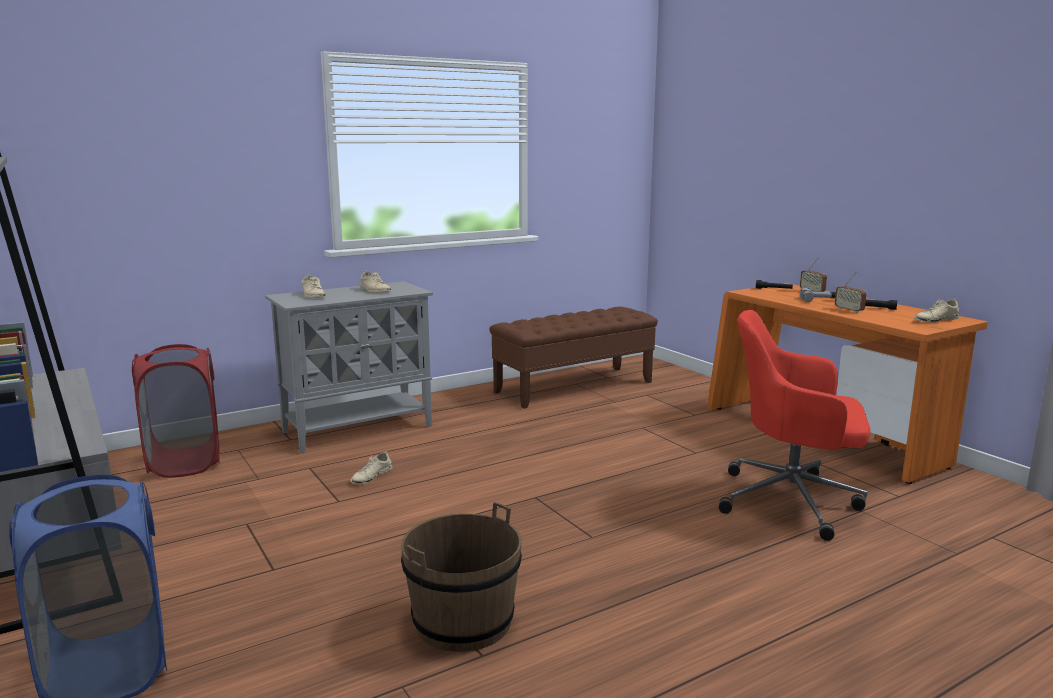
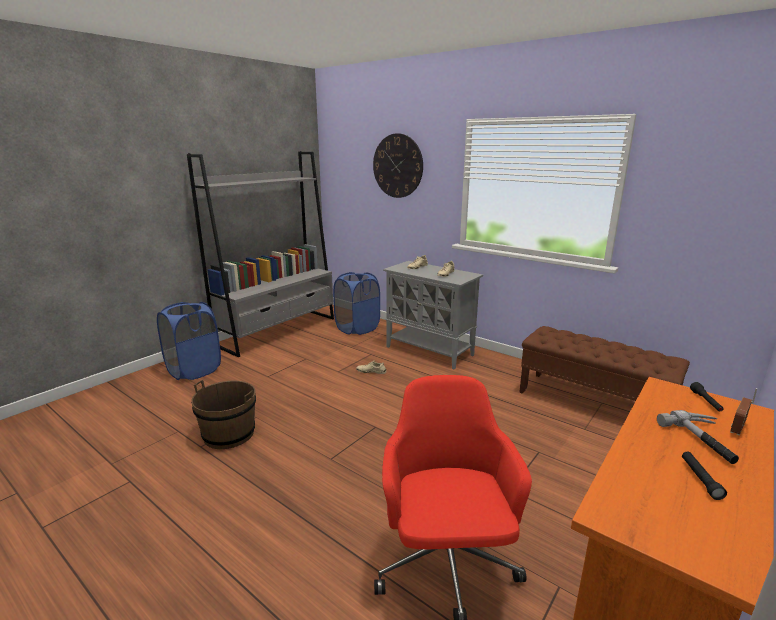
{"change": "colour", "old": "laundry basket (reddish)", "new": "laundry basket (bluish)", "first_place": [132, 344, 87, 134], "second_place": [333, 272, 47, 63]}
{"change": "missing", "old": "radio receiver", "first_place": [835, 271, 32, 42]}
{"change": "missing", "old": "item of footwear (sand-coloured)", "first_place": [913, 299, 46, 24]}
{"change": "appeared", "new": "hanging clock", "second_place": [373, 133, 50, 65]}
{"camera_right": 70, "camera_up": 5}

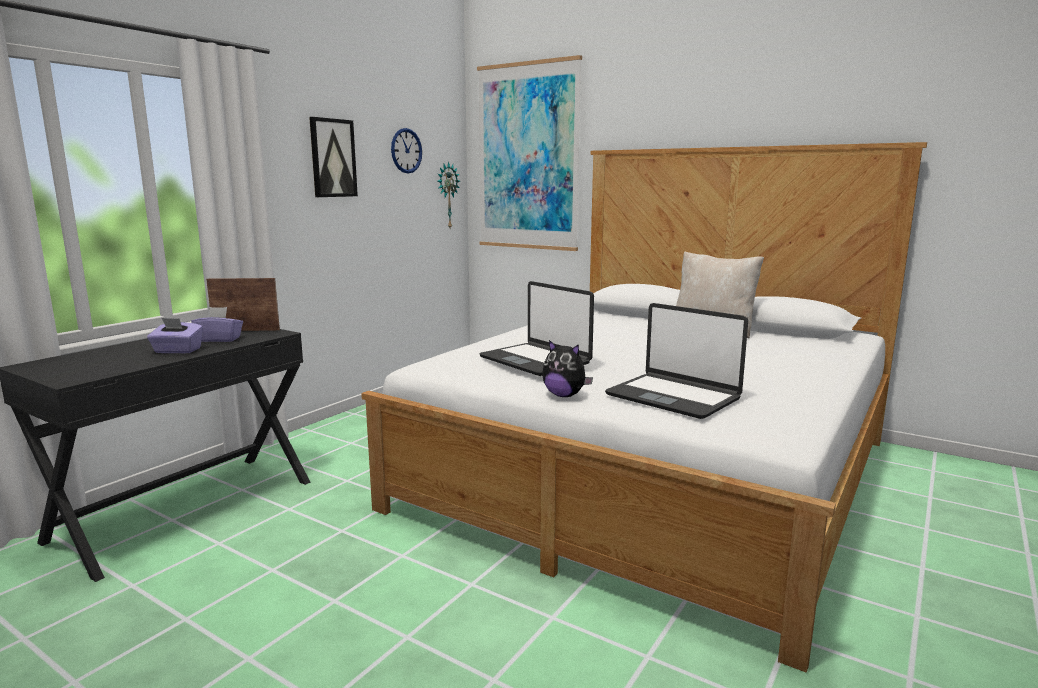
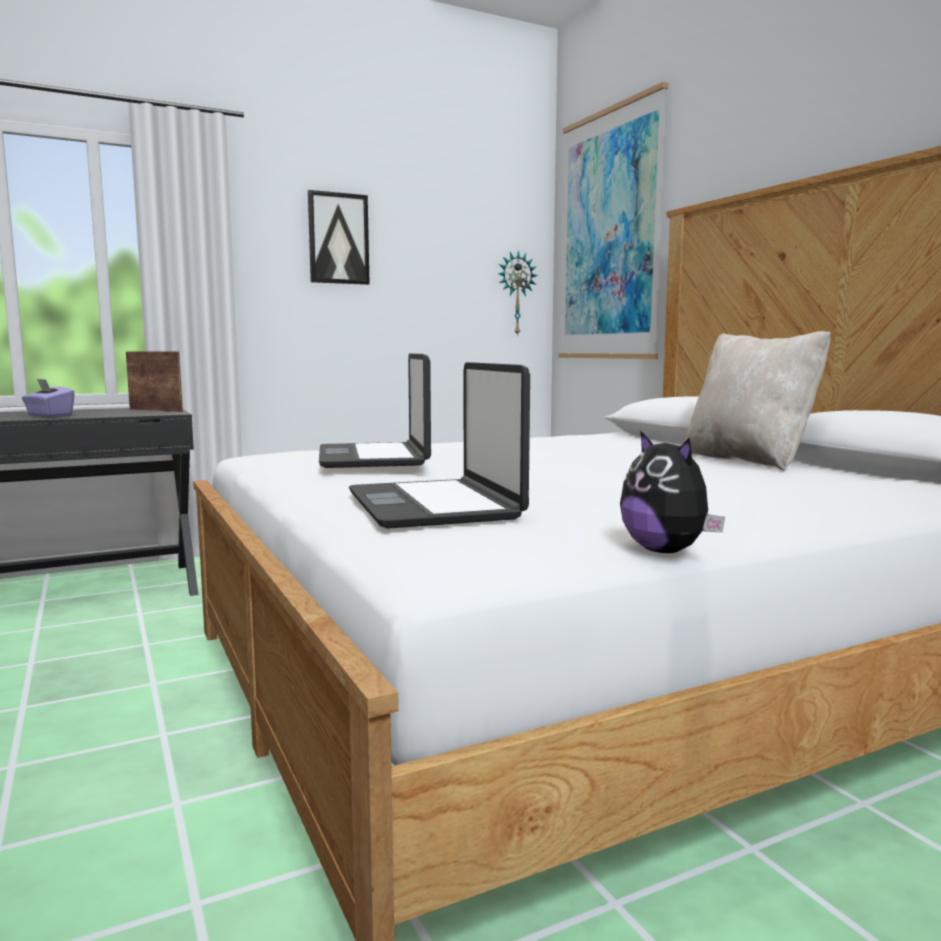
{"change": "missing", "old": "tissue box (purplish)", "first_place": [191, 307, 52, 35]}
{"change": "missing", "old": "hanging clock", "first_place": [391, 128, 31, 45]}
{"change": "relocated", "old": "cuddly toy", "first_place": [542, 340, 51, 57], "second_place": [620, 431, 105, 122]}
{"camera_right": 30, "camera_up": -5}

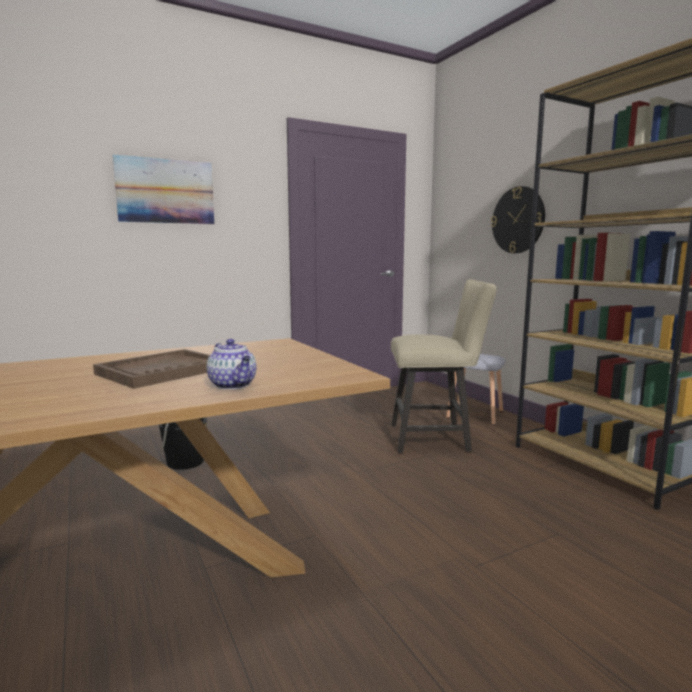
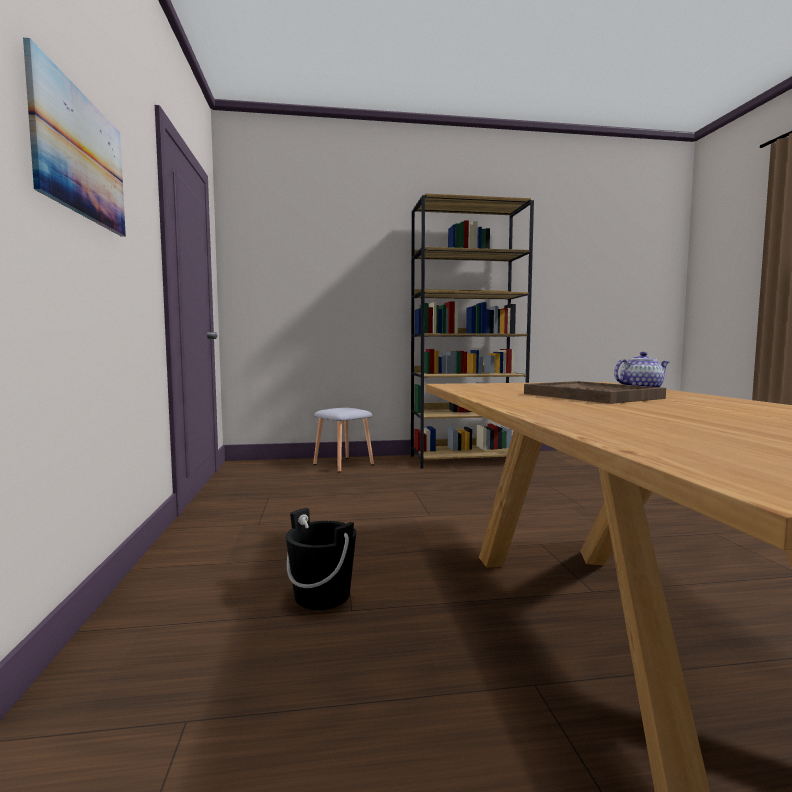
{"change": "missing", "old": "plain chair (sand-coloured)", "first_place": [391, 279, 106, 175]}
{"change": "missing", "old": "hanging clock", "first_place": [491, 186, 54, 67]}
{"camera_right": -70, "camera_up": -5}

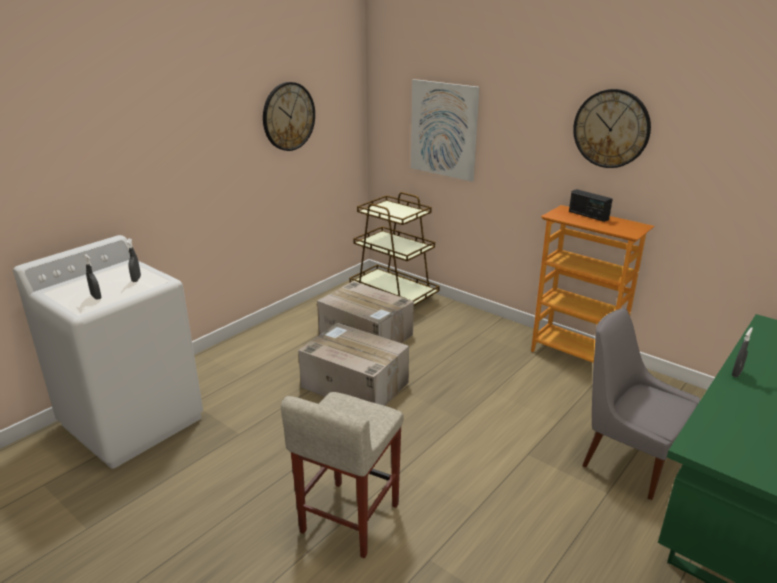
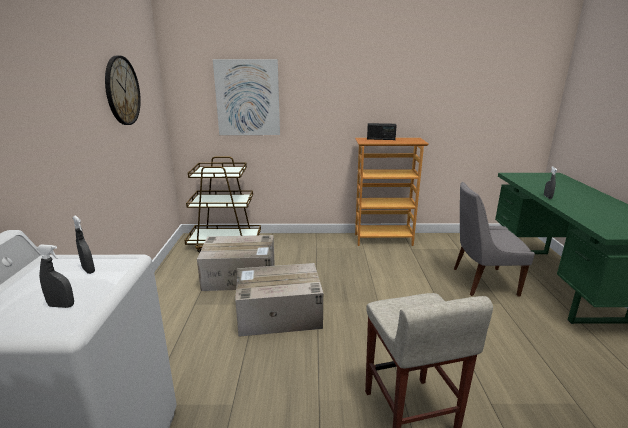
{"change": "missing", "old": "hanging clock", "first_place": [573, 89, 78, 79]}
{"camera_right": -40, "camera_up": -5}

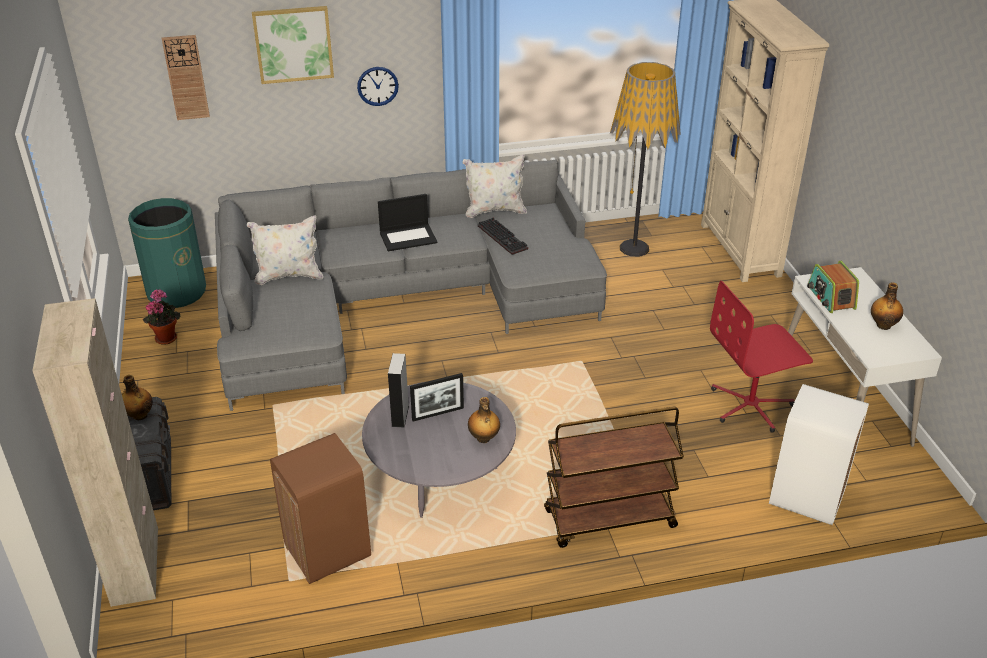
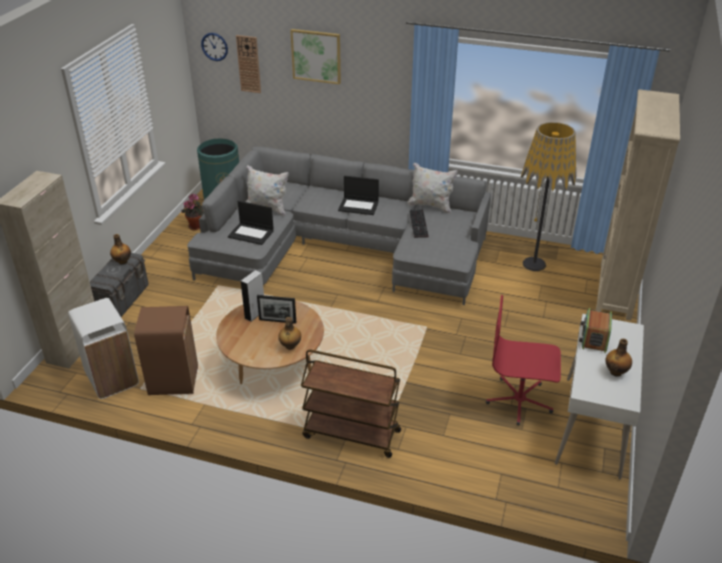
{"change": "relocated", "old": "hanging clock", "first_place": [357, 67, 42, 39], "second_place": [201, 33, 27, 28]}
{"change": "colour", "old": "lounge table (greyish)", "new": "lounge table (brown-coloured)", "first_place": [362, 382, 154, 136], "second_place": [216, 301, 108, 83]}
{"change": "relocated", "old": "trash can (white)", "first_place": [769, 384, 100, 141], "second_place": [68, 298, 71, 101]}
{"change": "appeared", "new": "notebook computer", "second_place": [228, 201, 46, 44]}
{"camera_right": 30, "camera_up": 0}

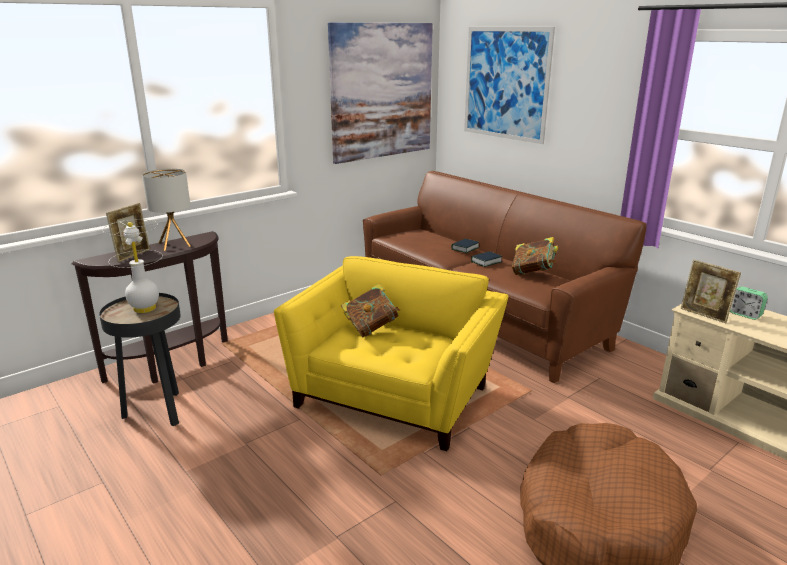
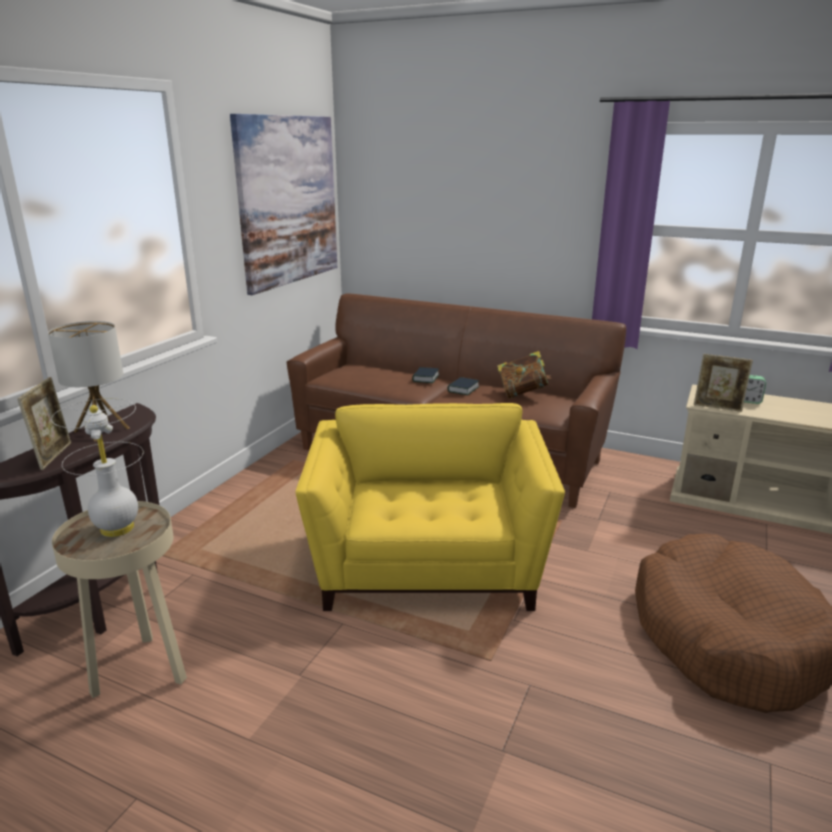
{"change": "colour", "old": "end table (blackish)", "new": "end table (sand-coloured)", "first_place": [99, 293, 82, 133], "second_place": [52, 501, 135, 197]}
{"change": "missing", "old": "volume", "first_place": [341, 283, 59, 55]}
{"change": "missing", "old": "wall picture", "first_place": [464, 27, 91, 117]}
{"camera_right": -25, "camera_up": 0}

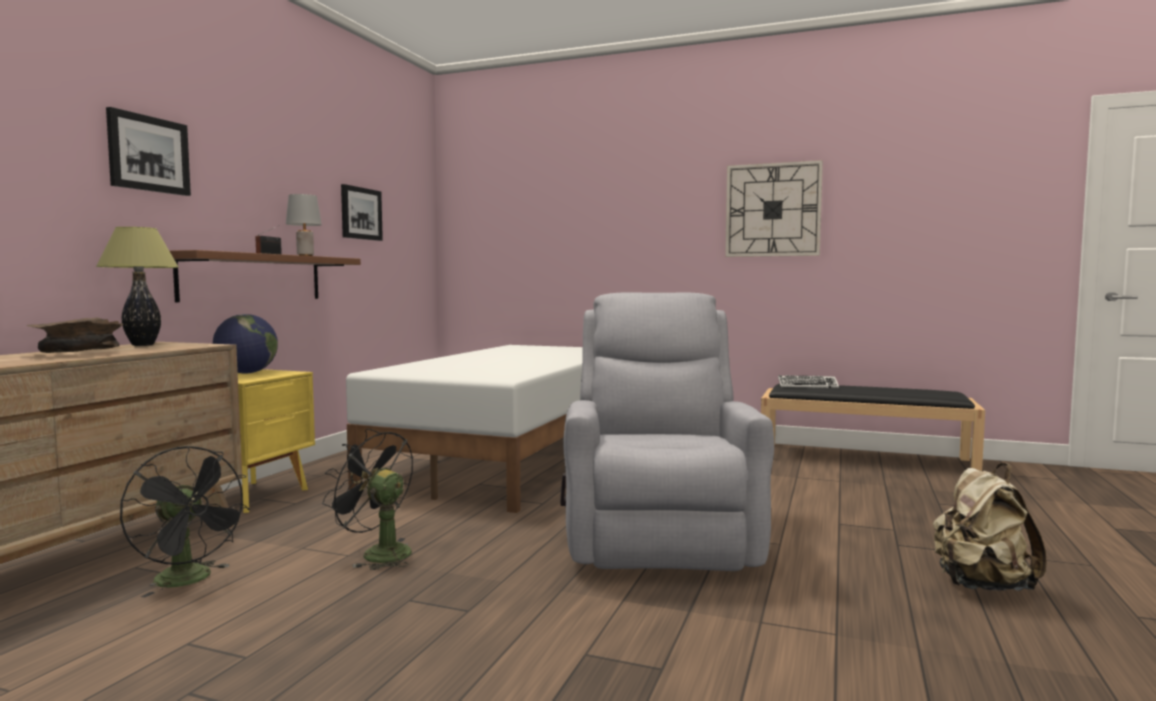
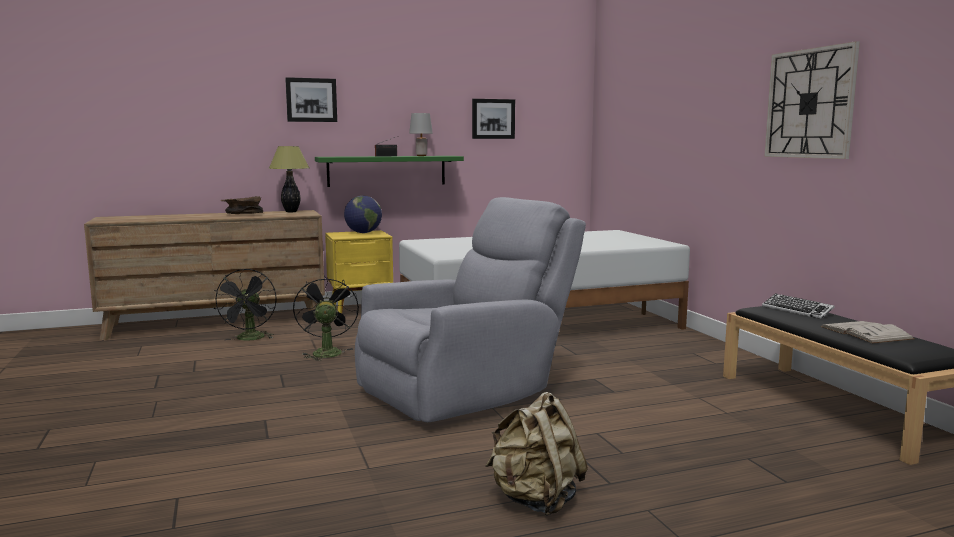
{"change": "colour", "old": "shelf (brown-coloured)", "new": "shelf (green-coloured)", "first_place": [170, 250, 191, 52], "second_place": [315, 156, 149, 31]}
{"change": "appeared", "new": "volume (white)", "second_place": [820, 321, 95, 23]}
{"camera_right": 50, "camera_up": 5}

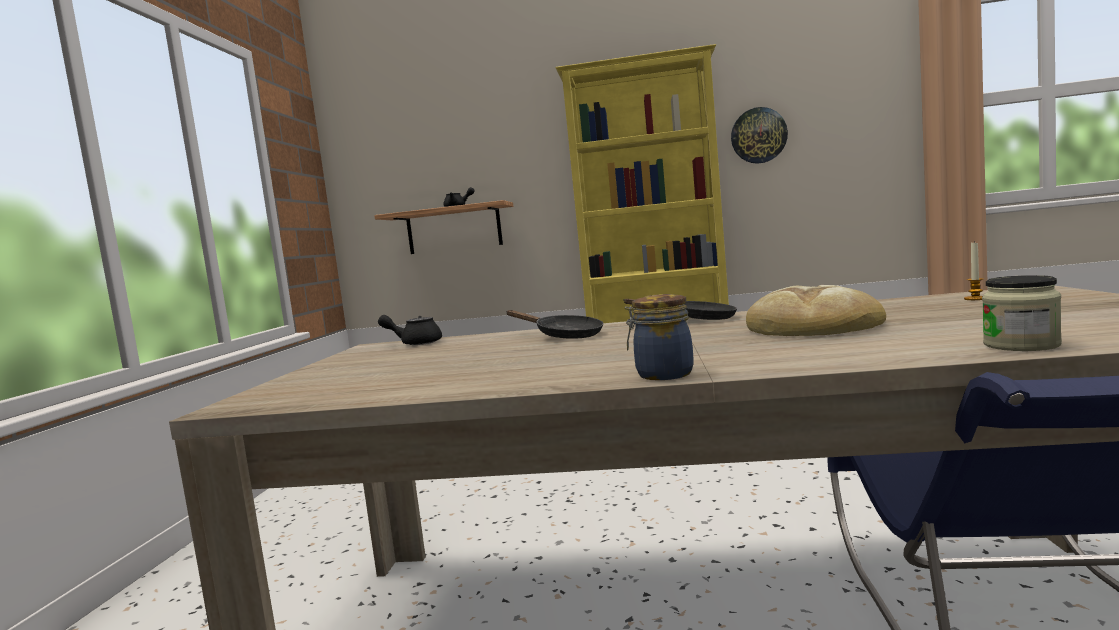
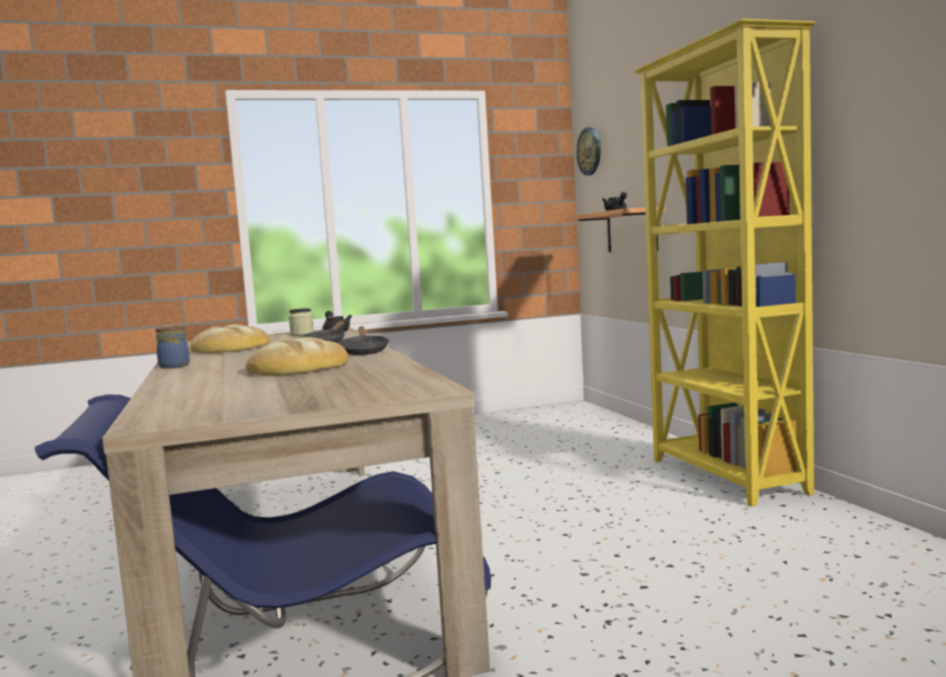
{"change": "relocated", "old": "hanging clock", "first_place": [731, 107, 57, 57], "second_place": [577, 128, 24, 47]}
{"change": "missing", "old": "wax candle", "first_place": [964, 242, 19, 58]}
{"change": "relocated", "old": "storage jar", "first_place": [982, 275, 80, 76], "second_place": [289, 308, 25, 27]}
{"change": "appeared", "new": "bread", "second_place": [190, 324, 80, 29]}
{"camera_right": 65, "camera_up": 0}

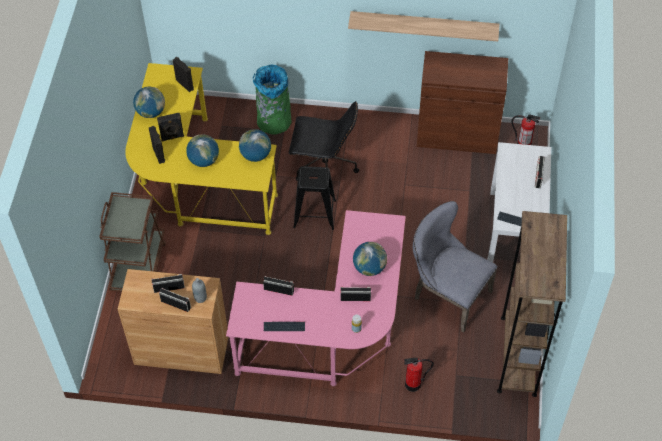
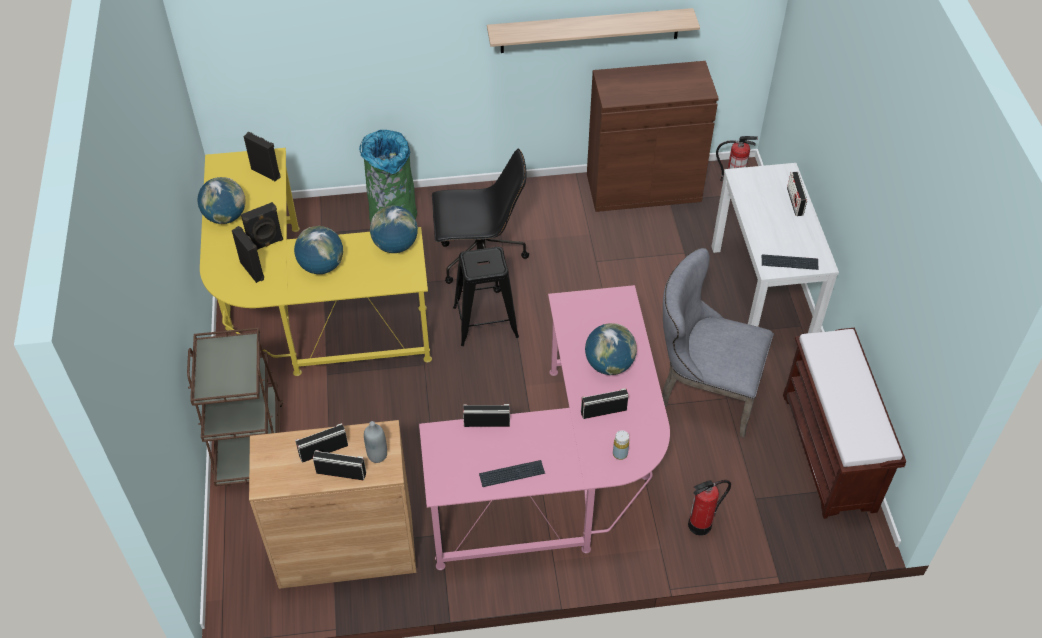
{"change": "exchanged", "old": "bookcase (brown-coloured)", "new": "bench (brown-coloured)", "first_place": [497, 211, 70, 186], "second_place": [783, 328, 123, 191]}
{"camera_right": -15, "camera_up": -5}

